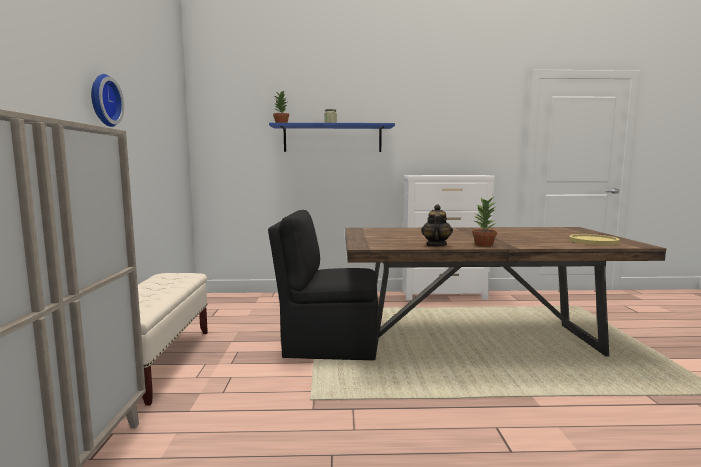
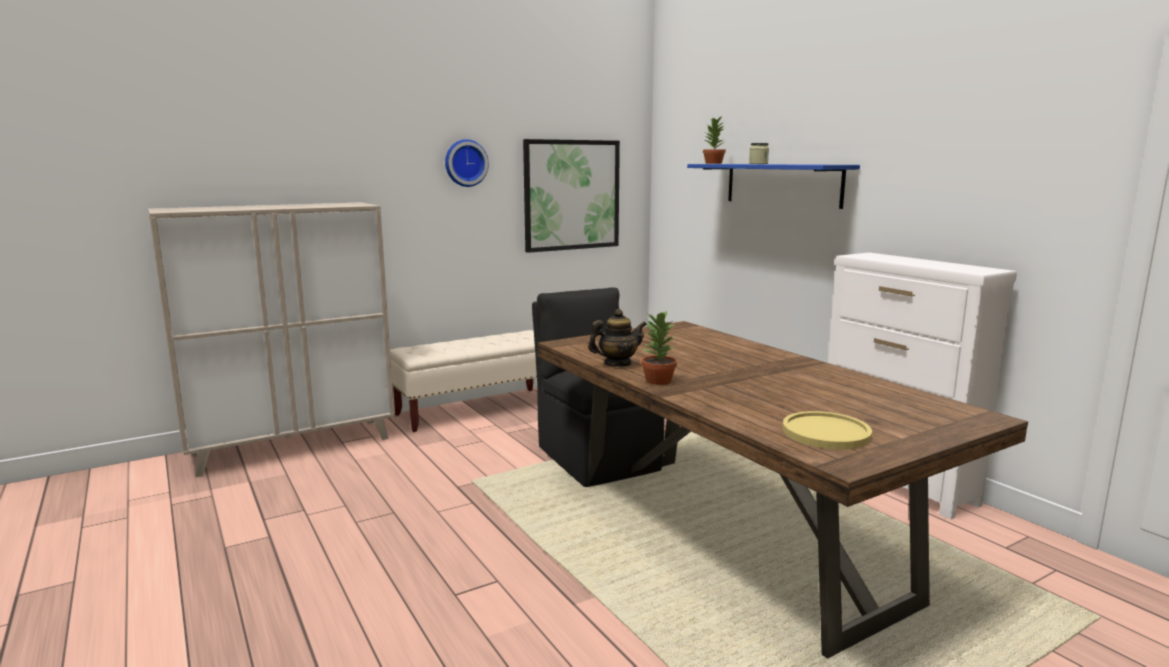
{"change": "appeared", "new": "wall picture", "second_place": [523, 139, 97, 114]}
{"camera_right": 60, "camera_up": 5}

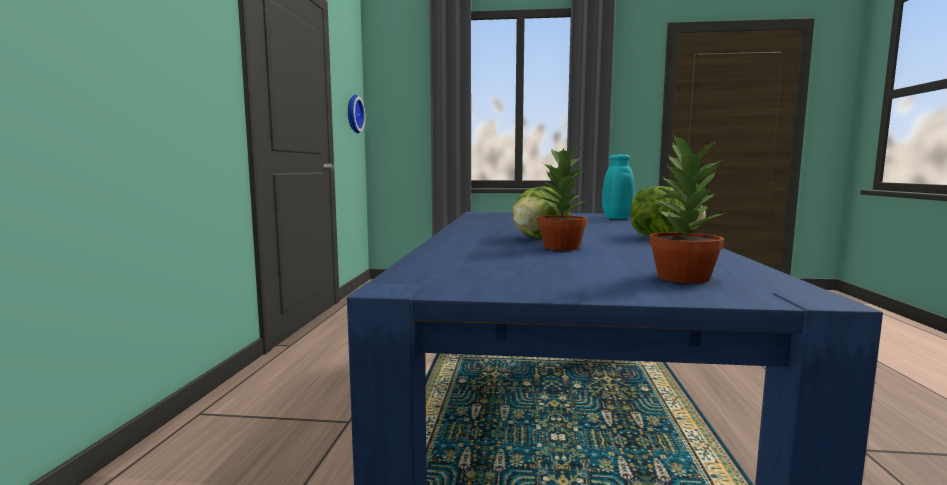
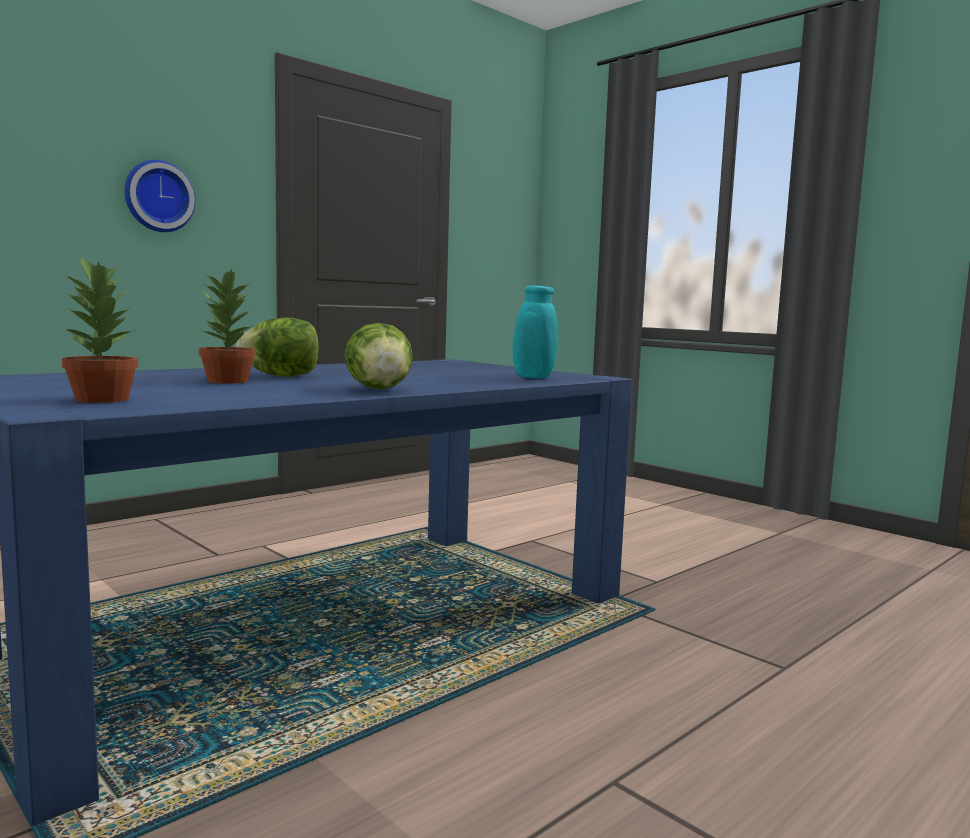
{"change": "relocated", "old": "hanging clock", "first_place": [348, 95, 17, 38], "second_place": [124, 160, 71, 72]}
{"camera_right": 40, "camera_up": 0}

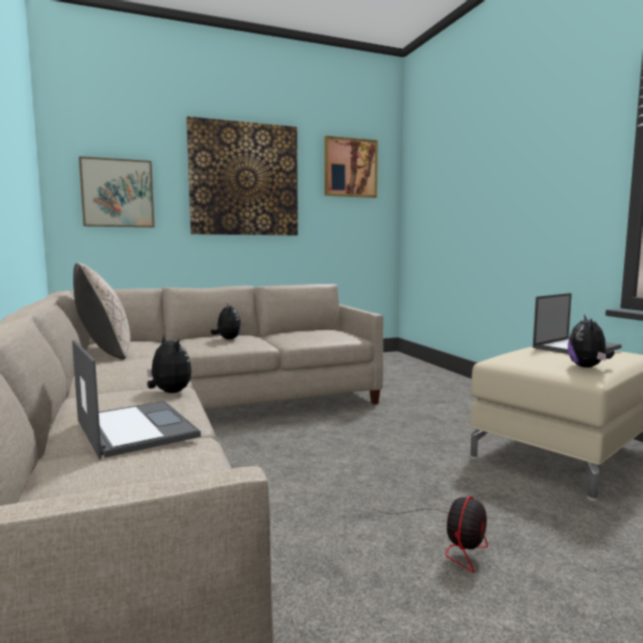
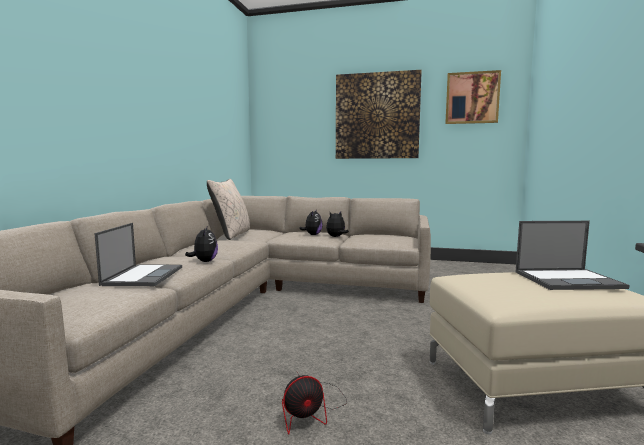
{"change": "missing", "old": "wall picture", "first_place": [79, 156, 76, 71]}
{"change": "relocated", "old": "cuddly toy", "first_place": [568, 315, 47, 53], "second_place": [326, 211, 23, 26]}
{"camera_right": 35, "camera_up": 0}

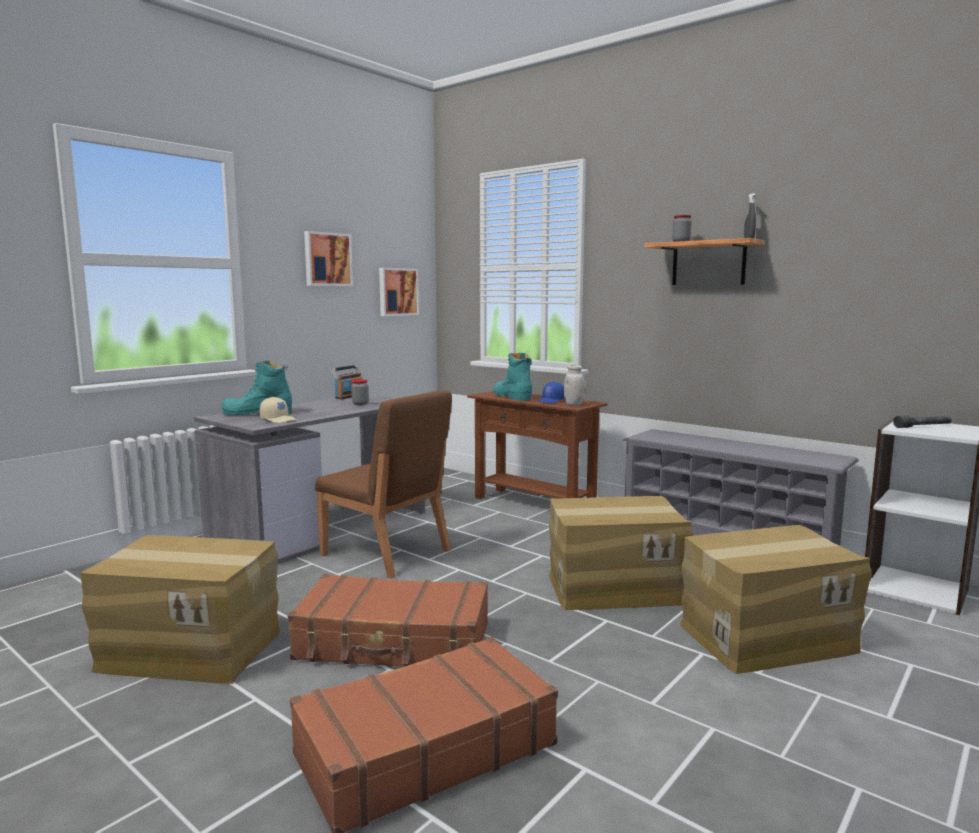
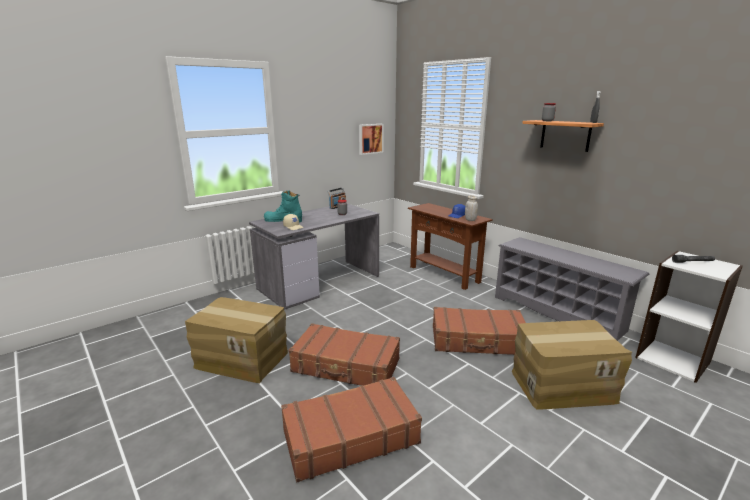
{"change": "missing", "old": "wall picture", "first_place": [304, 231, 49, 55]}
{"change": "missing", "old": "plain chair (brown-coloured)", "first_place": [315, 391, 137, 188]}
{"change": "missing", "old": "tall boot (turquoise)", "first_place": [494, 353, 38, 48]}
{"change": "exchanged", "old": "carton", "new": "piece of luggage (brown-coloured)", "first_place": [549, 496, 144, 114], "second_place": [433, 307, 93, 48]}
{"camera_right": 10, "camera_up": 10}

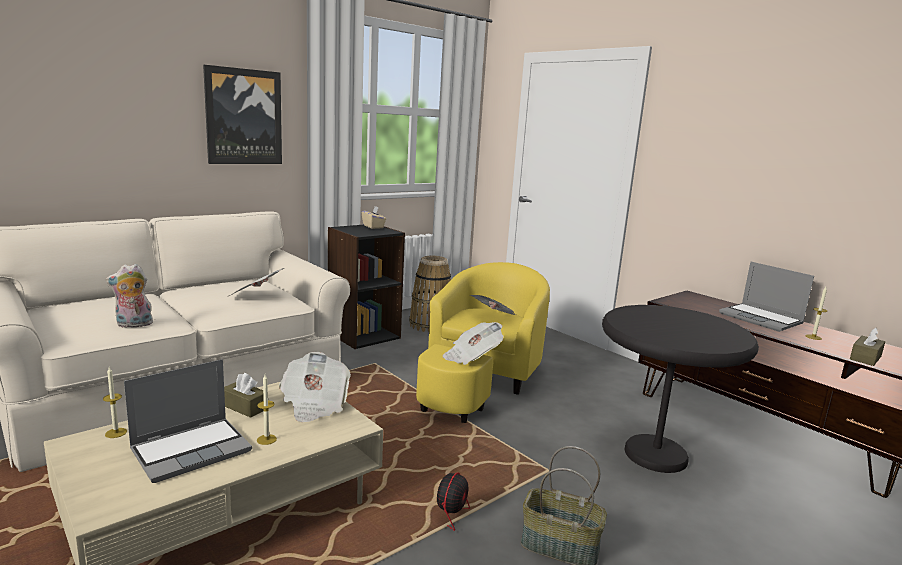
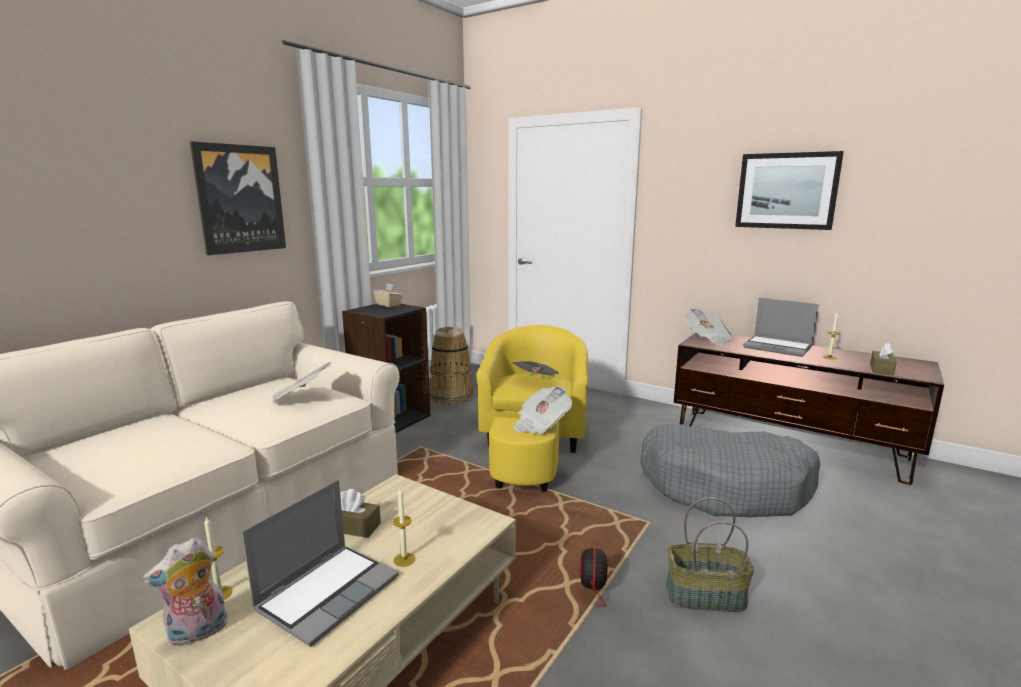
{"change": "relocated", "old": "cuddly toy", "first_place": [106, 264, 47, 64], "second_place": [143, 537, 85, 111]}
{"change": "relocated", "old": "printed paper", "first_place": [279, 352, 72, 70], "second_place": [685, 308, 48, 38]}
{"change": "exchanged", "old": "end table (blackish)", "new": "dog cushion (greyish)", "first_place": [602, 305, 157, 168], "second_place": [641, 424, 179, 93]}
{"change": "appeared", "new": "wall picture", "second_place": [735, 151, 109, 79]}
{"camera_right": -15, "camera_up": 0}

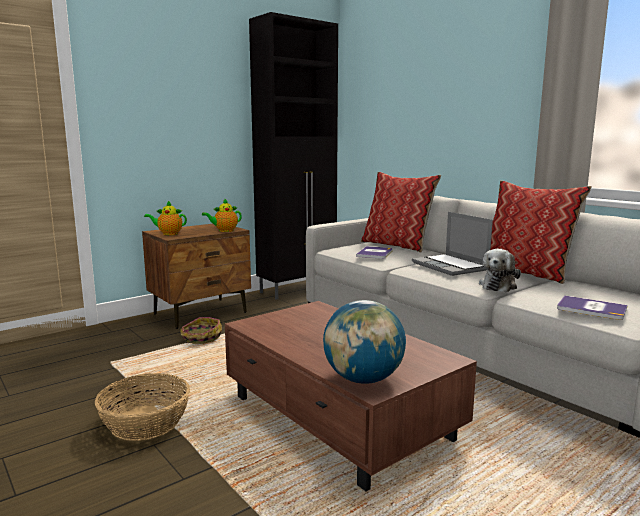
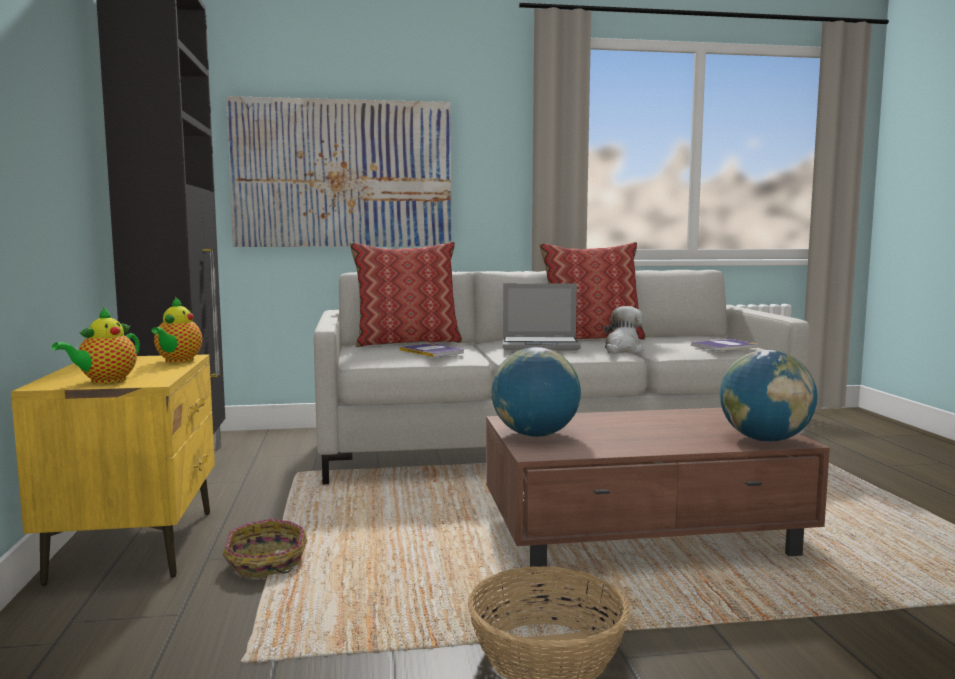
{"change": "colour", "old": "nightstand (brown-coloured)", "new": "nightstand (yellowish)", "first_place": [142, 224, 109, 105], "second_place": [11, 354, 204, 232]}
{"change": "spun", "old": "cuddly toy", "first_place": [479, 249, 42, 43], "second_place": [604, 306, 39, 48], "degrees": -120}
{"change": "appeared", "new": "wall picture", "second_place": [226, 96, 225, 151]}
{"change": "appeared", "new": "globe", "second_place": [491, 347, 90, 90]}
{"camera_right": -60, "camera_up": -5}

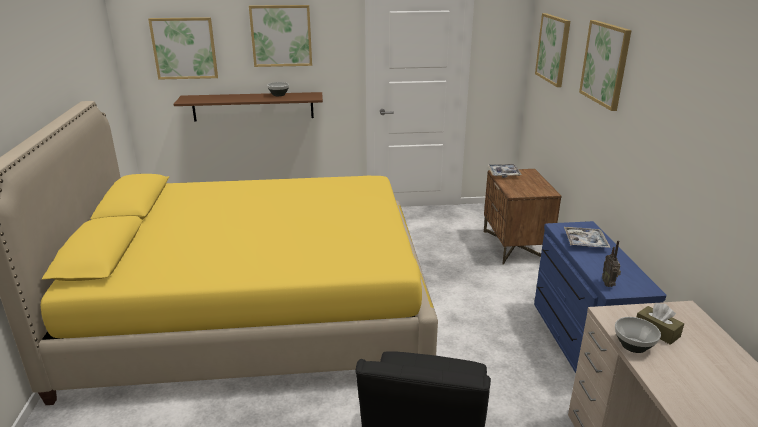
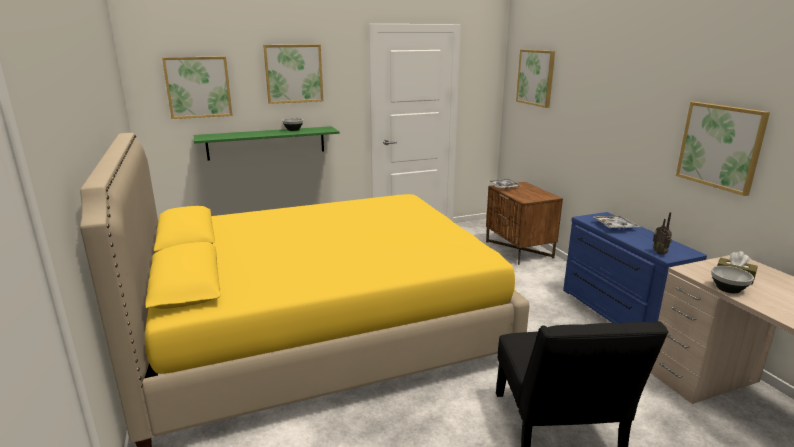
{"change": "colour", "old": "shelf (brown-coloured)", "new": "shelf (green-coloured)", "first_place": [173, 92, 150, 29], "second_place": [194, 126, 145, 35]}
{"change": "relocated", "old": "wall picture", "first_place": [579, 20, 53, 91], "second_place": [676, 102, 94, 94]}
{"camera_right": -15, "camera_up": -5}

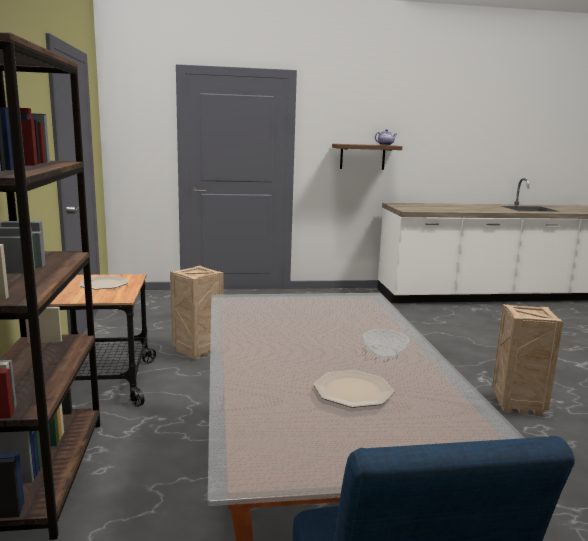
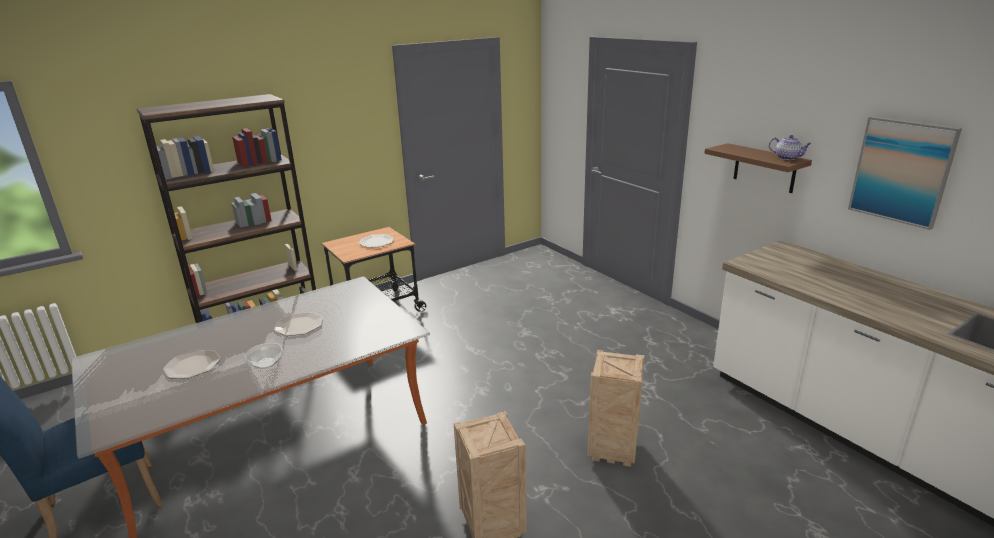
{"change": "relocated", "old": "crate", "first_place": [170, 265, 53, 95], "second_place": [587, 350, 58, 117]}
{"change": "appeared", "new": "dinner plate", "second_place": [274, 312, 49, 24]}
{"change": "appeared", "new": "wall picture", "second_place": [848, 116, 114, 114]}
{"camera_right": 65, "camera_up": 10}

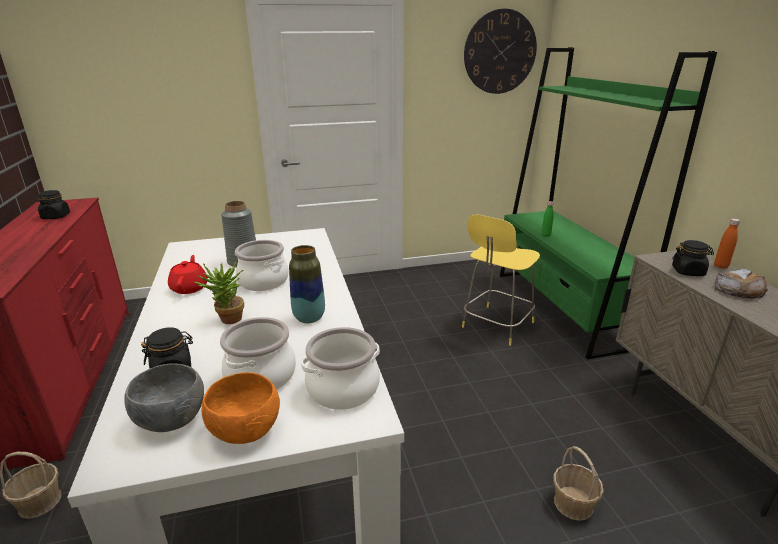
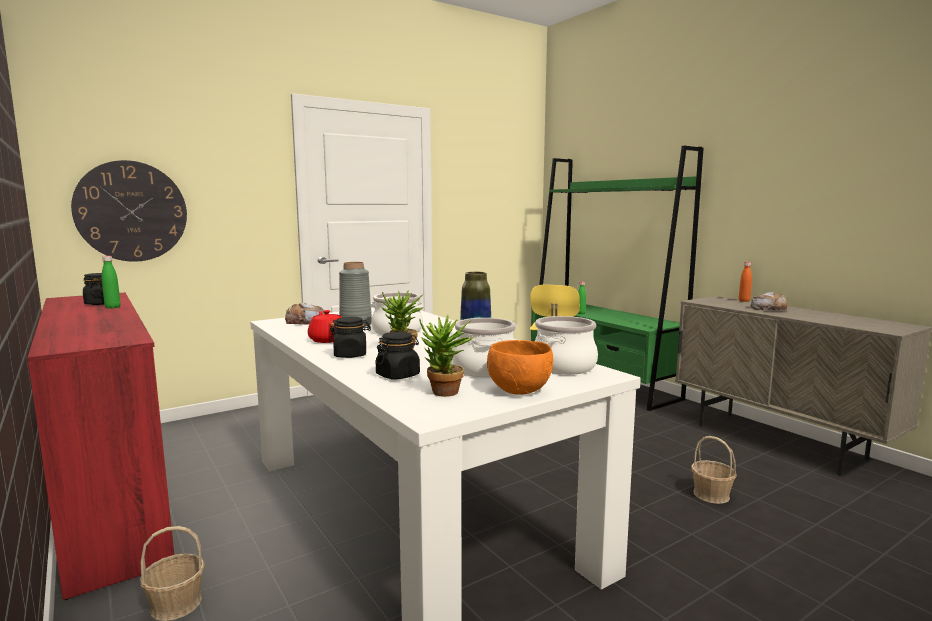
{"change": "exchanged", "old": "deep dish (greyish)", "new": "plant in a pot", "first_place": [124, 363, 80, 69], "second_place": [419, 315, 55, 82]}
{"change": "relocated", "old": "hanging clock", "first_place": [464, 9, 73, 85], "second_place": [71, 160, 116, 102]}
{"change": "relocated", "old": "storage jar (blackish)", "first_place": [672, 240, 42, 36], "second_place": [329, 317, 42, 41]}
{"change": "appeared", "new": "bottle (green-coloured)", "second_place": [102, 256, 18, 53]}
{"change": "appeared", "new": "bread", "second_place": [285, 303, 40, 22]}
{"camera_right": -20, "camera_up": -15}

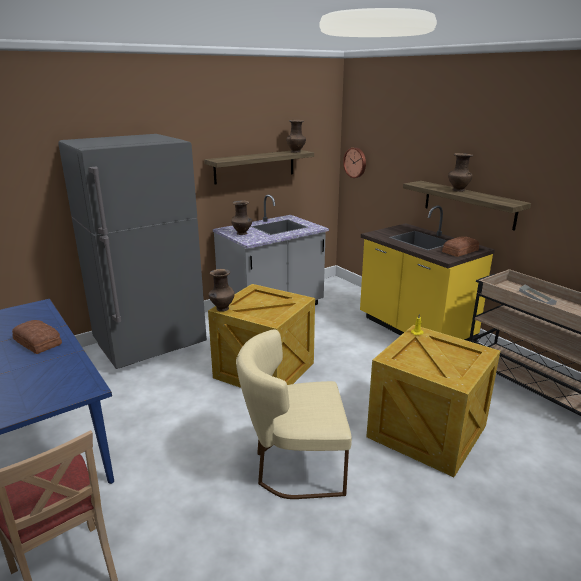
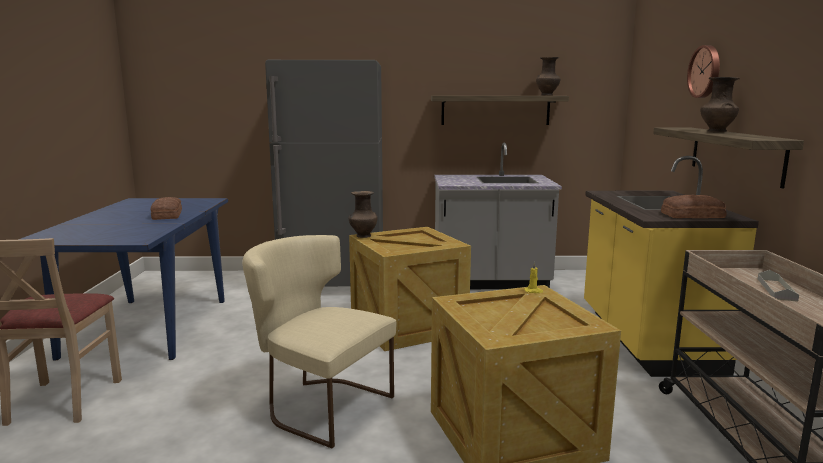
{"change": "missing", "old": "flower vase (brown-coloured)", "first_place": [231, 200, 21, 35]}
{"change": "relocated", "old": "hanging clock", "first_place": [343, 147, 23, 31], "second_place": [687, 45, 33, 53]}
{"camera_right": 35, "camera_up": -10}

